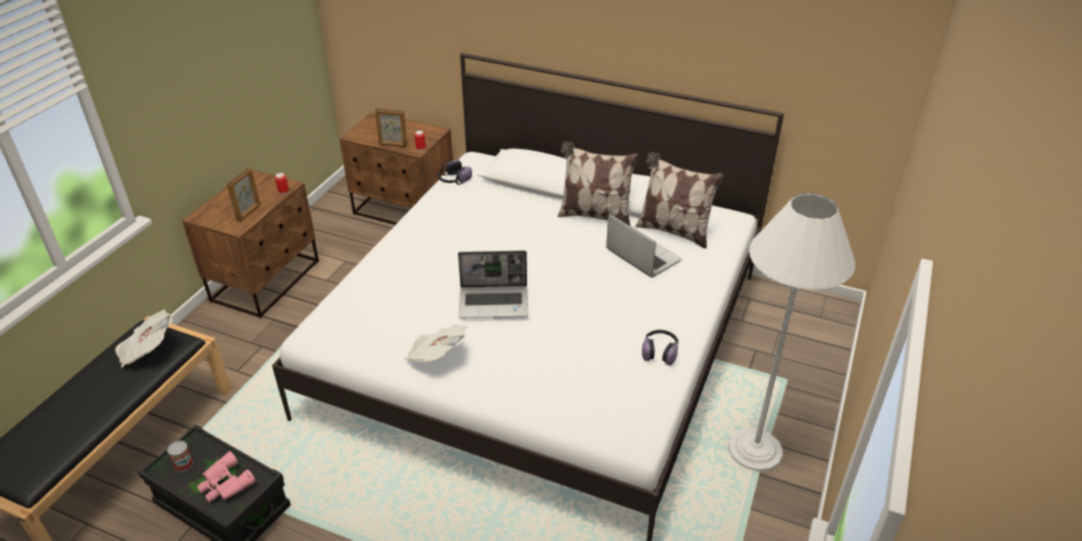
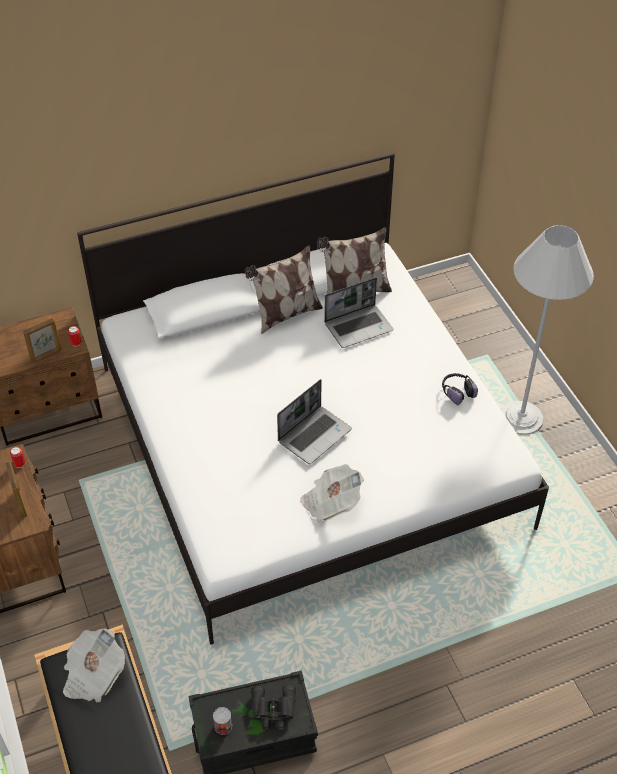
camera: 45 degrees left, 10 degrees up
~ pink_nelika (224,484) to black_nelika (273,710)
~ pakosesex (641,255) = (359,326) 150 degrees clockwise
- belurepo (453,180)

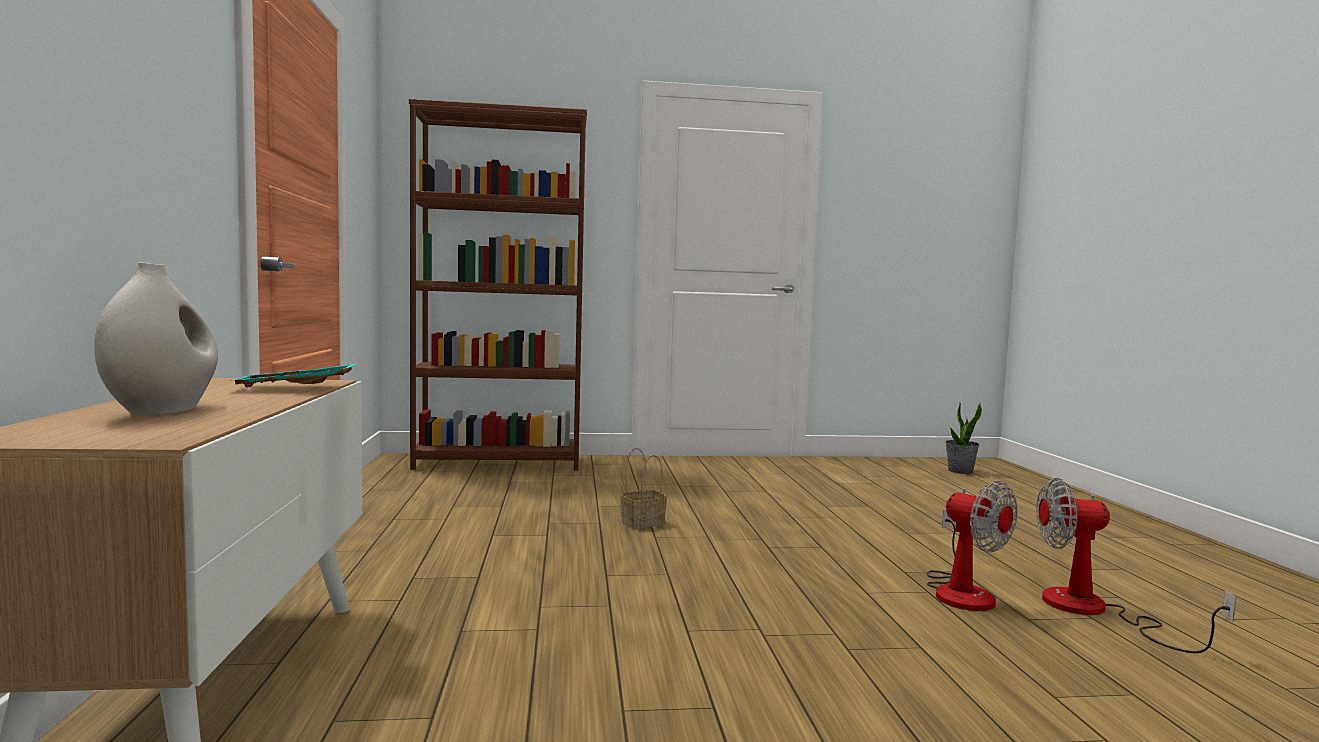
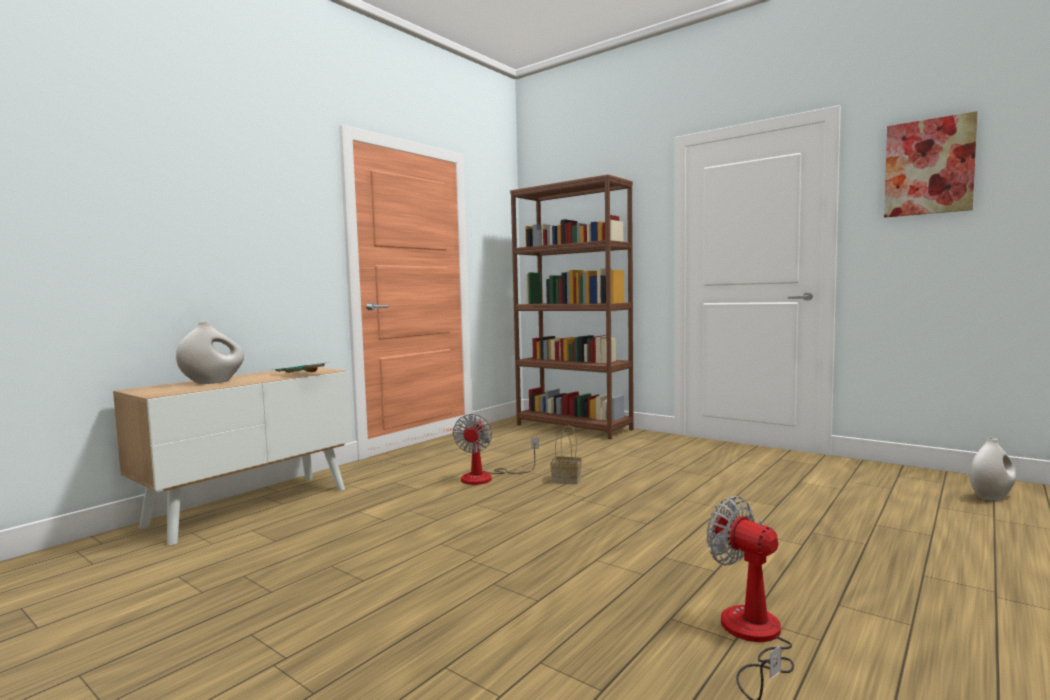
camera: 45 degrees right, 0 degrees up
~ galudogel (962,591) to (487,477)
+ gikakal (928,167)
~ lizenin (960,471) to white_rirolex (991,497)

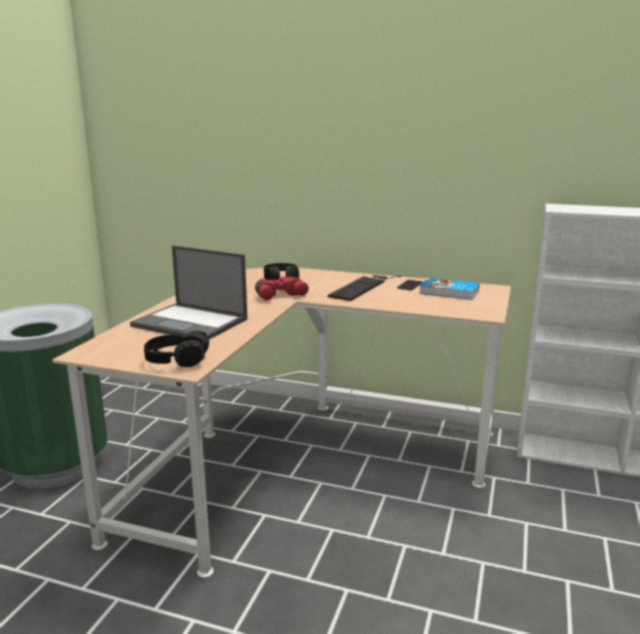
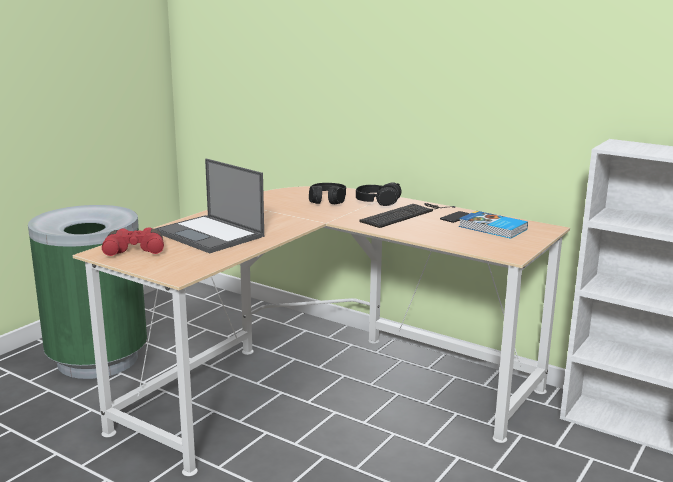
camera: 15 degrees right, 0 degrees up
~ red_nelika (278,295) to (135,249)
~ black_belurepo (177,360) to (377,202)

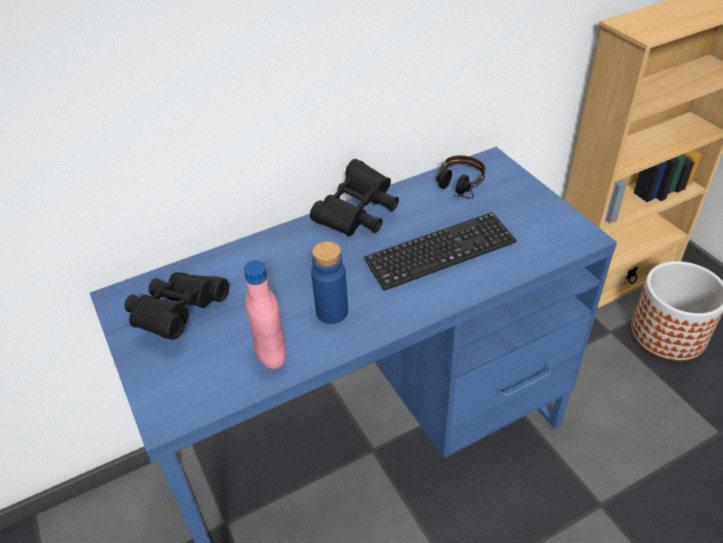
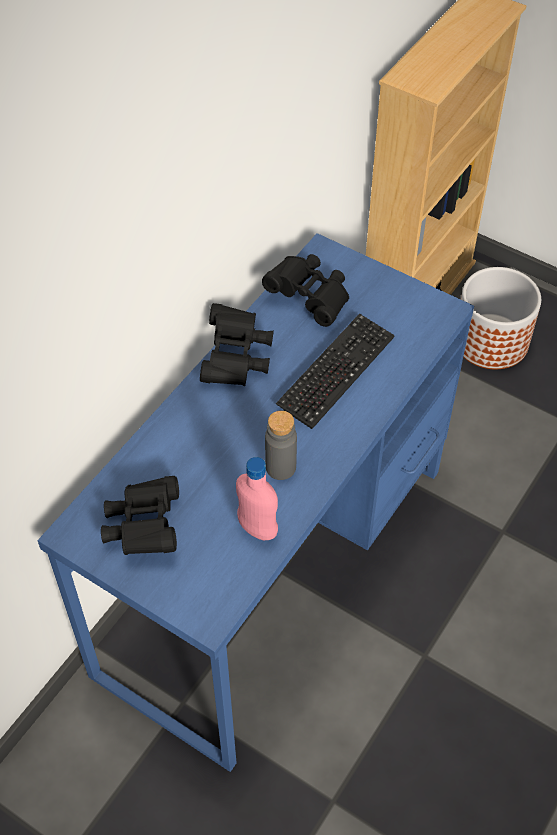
camera: 30 degrees left, 10 degrees up
~ belurepo (457,189) to black_nelika (310,297)
~ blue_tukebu (332,312) to grey_tukebu (280,467)

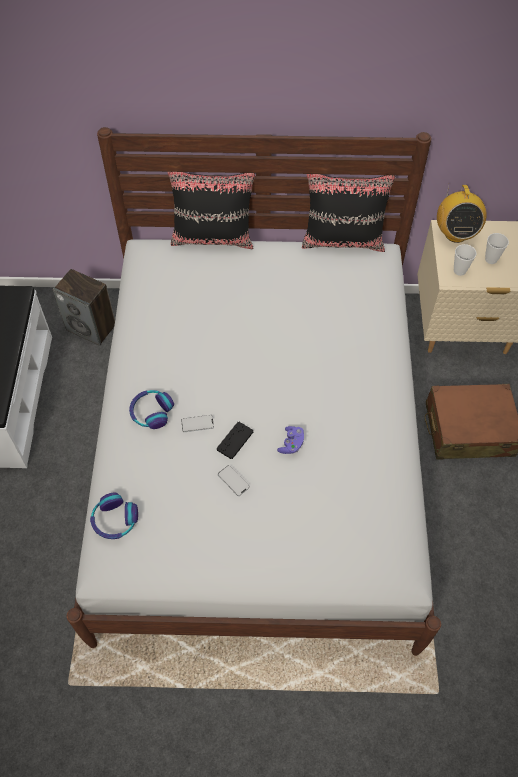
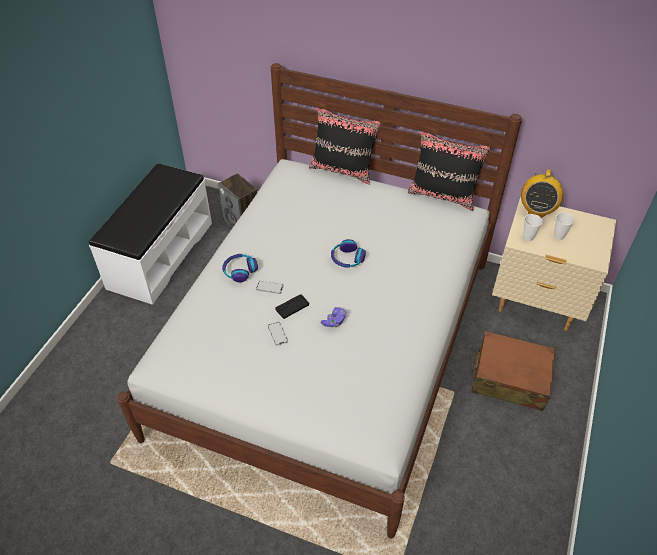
camera: 20 degrees right, 10 degrees down
~ belurepo (114,520) to (347,259)

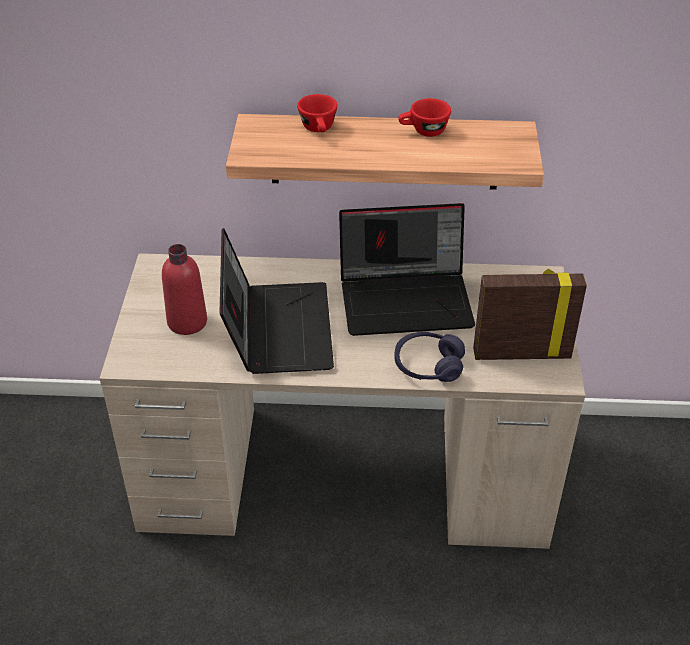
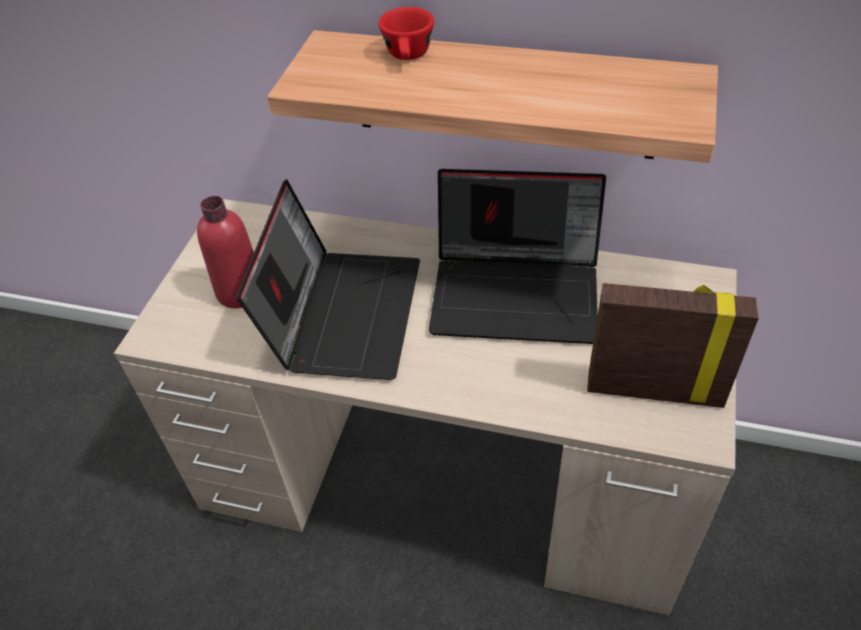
camera: 15 degrees right, 5 degrees up
- purple_belurepo (428,365)
- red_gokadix (423,131)

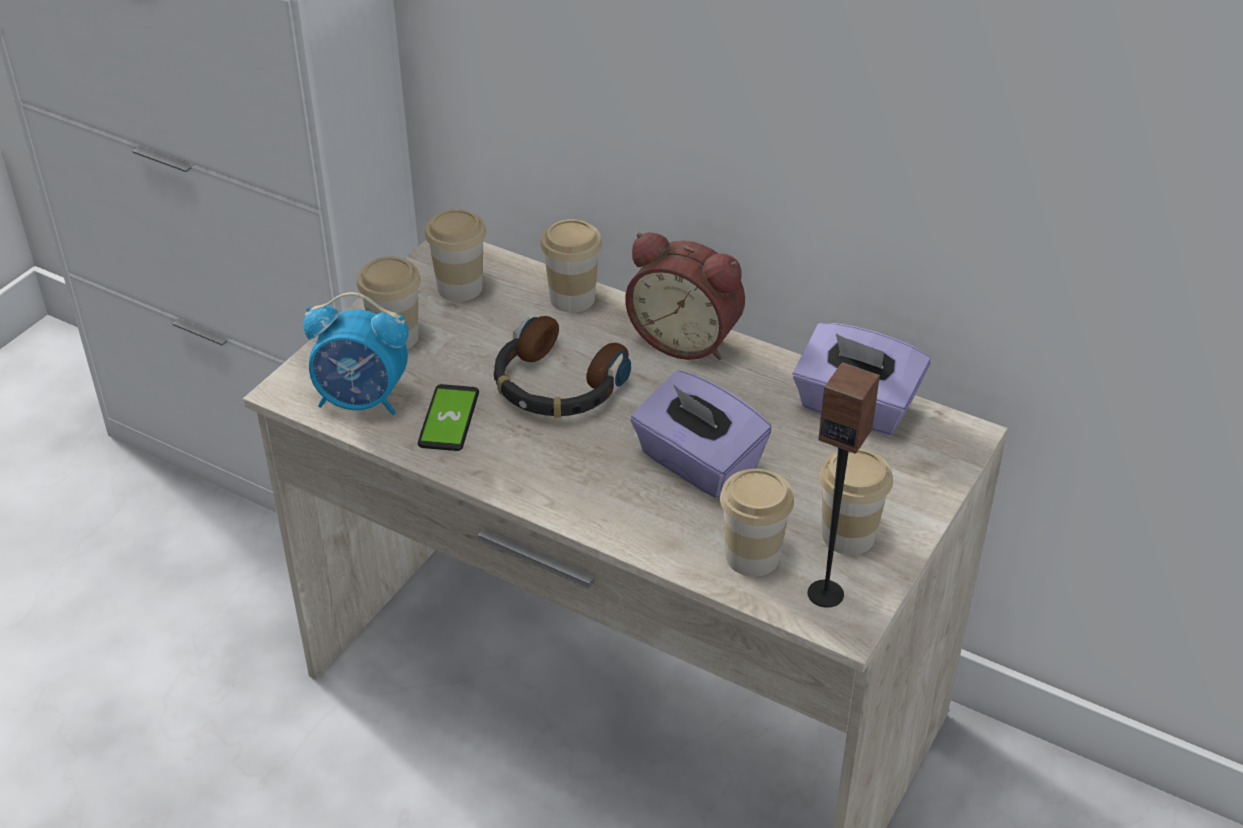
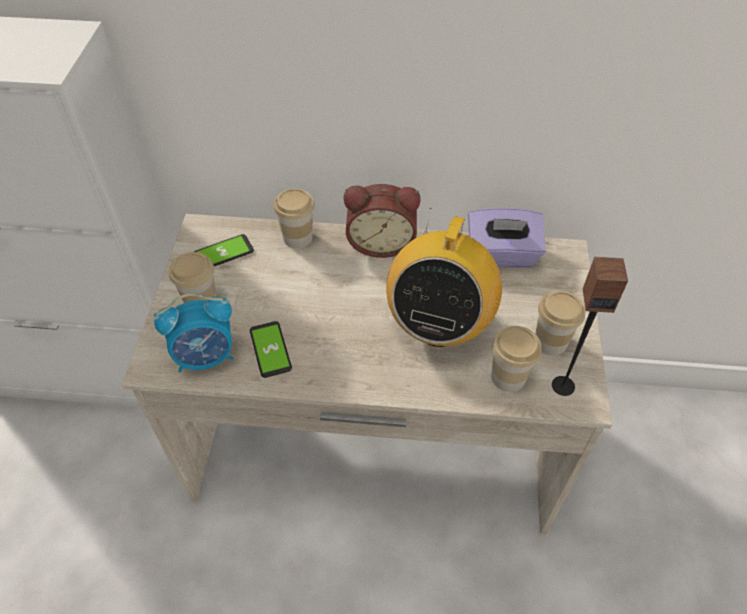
camera: 25 degrees left, 10 degrees up
~ gokadix (460,288) to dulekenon (223,253)
~ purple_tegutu (697,463) to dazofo (438,325)
- belurepo (556,385)

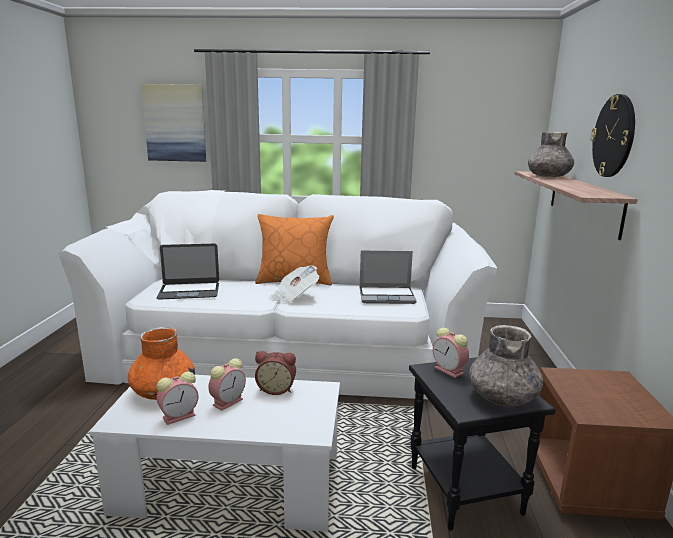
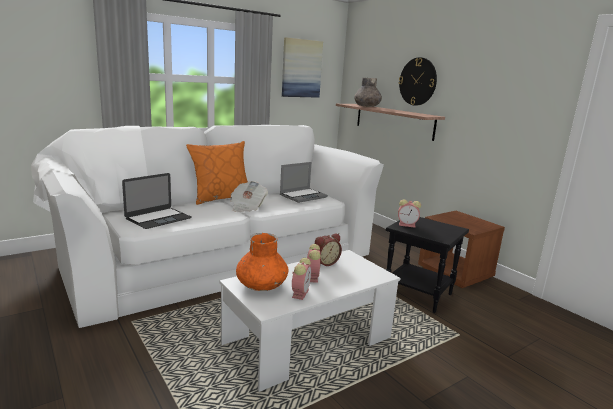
camera: 40 degrees left, 0 degrees up
~ gikakal (175,123) to (301,68)
- grey_rirolex (503,397)

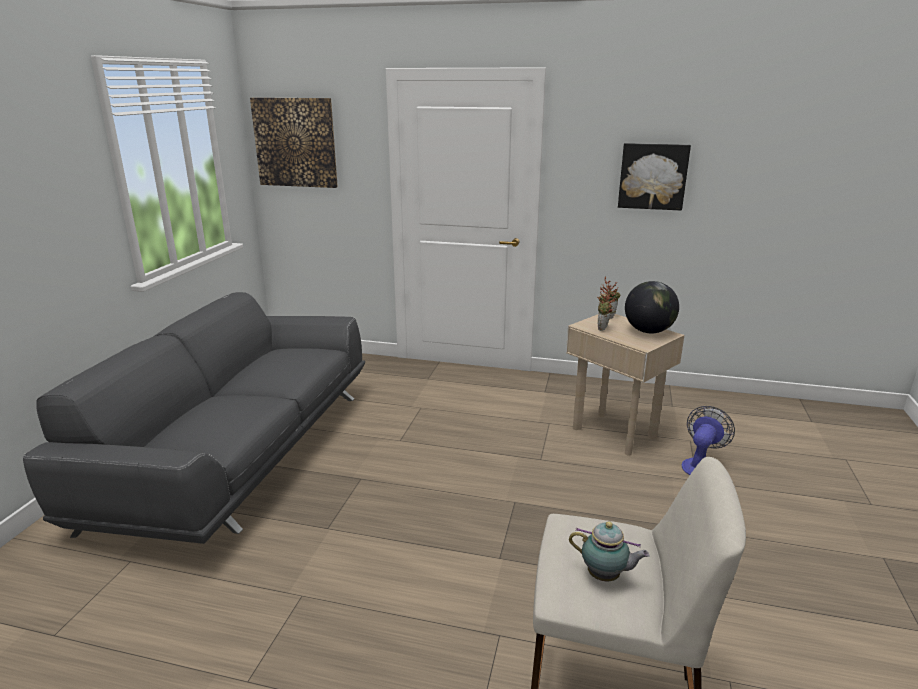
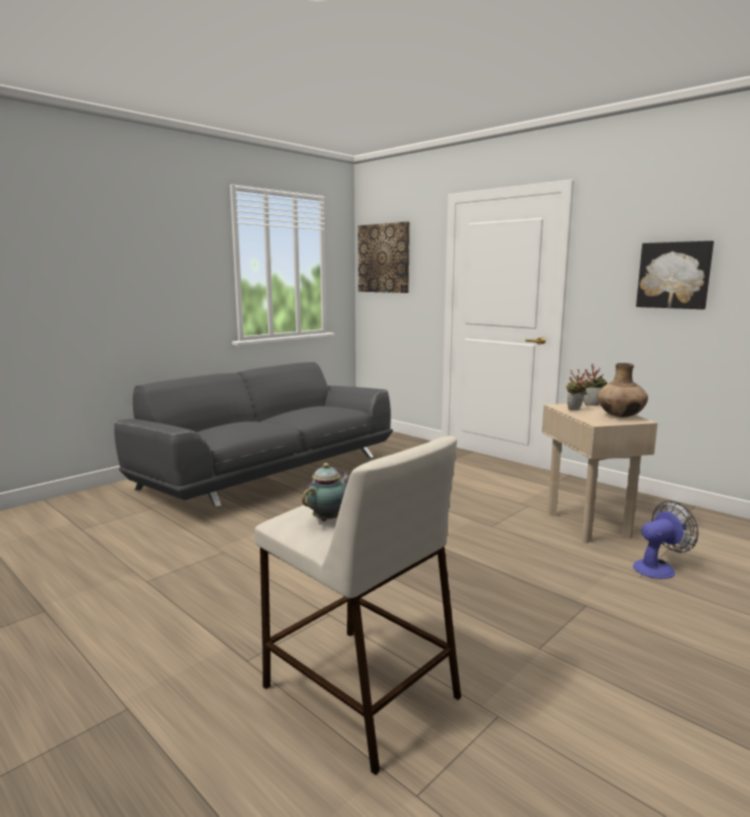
camera: 30 degrees right, 10 degrees down
~ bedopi (605,576) = (329,519) 105 degrees counterclockwise
~ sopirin (648,331) to brown_rirolex (620,416)

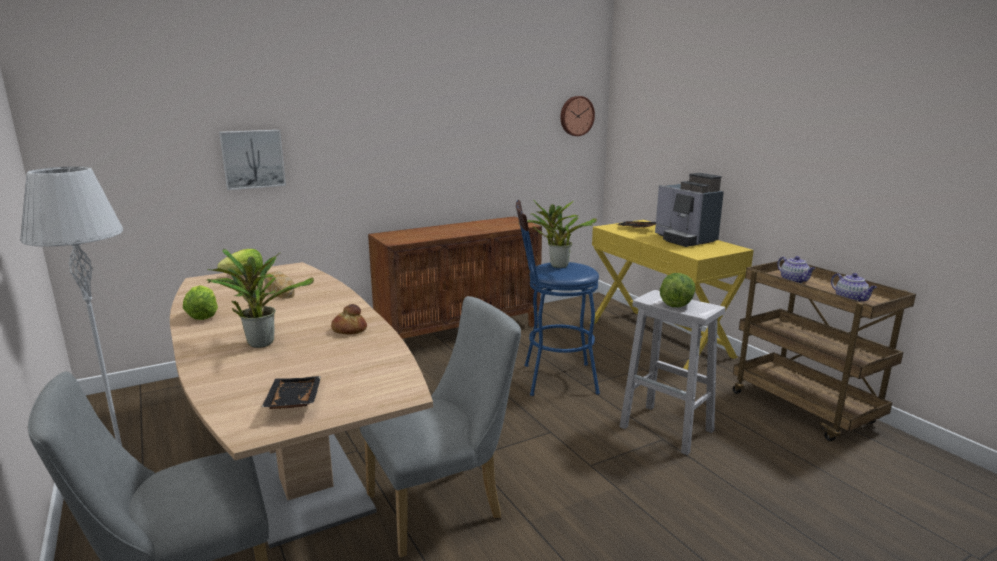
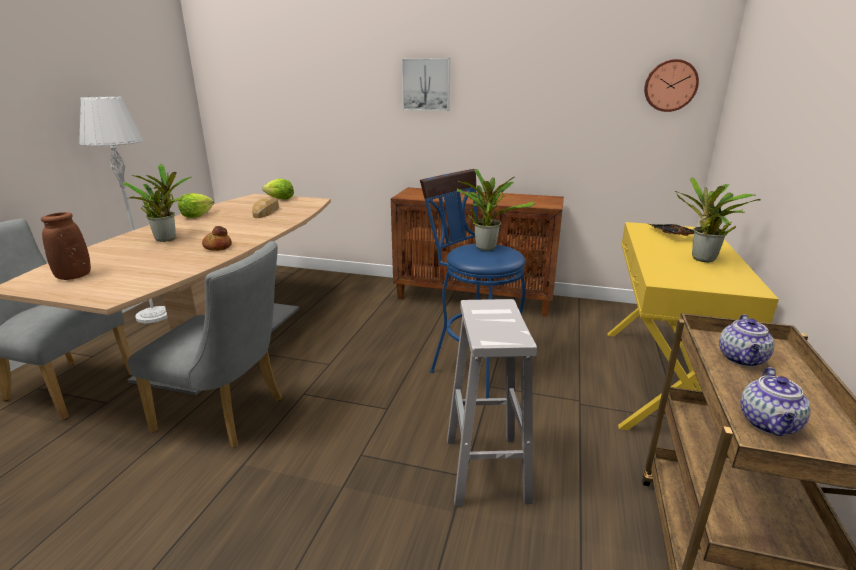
camera: 45 degrees right, 5 degrees up
~ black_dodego (292,401) to brown_rirolex (74,276)
~ gikakal (253,159) to (426,84)
~ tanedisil (684,239) to lizenin (702,260)
- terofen (676,304)

